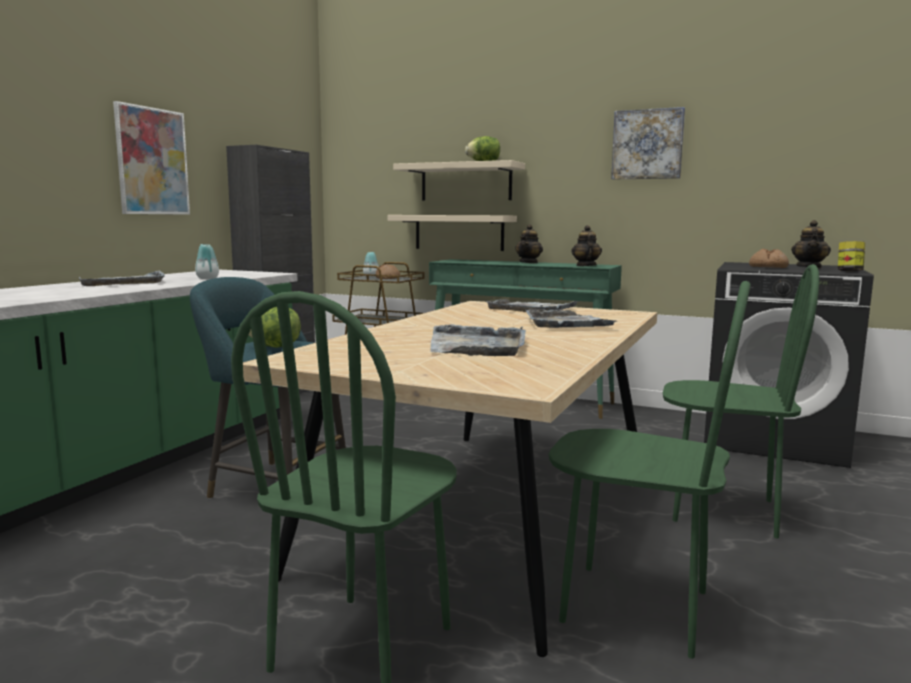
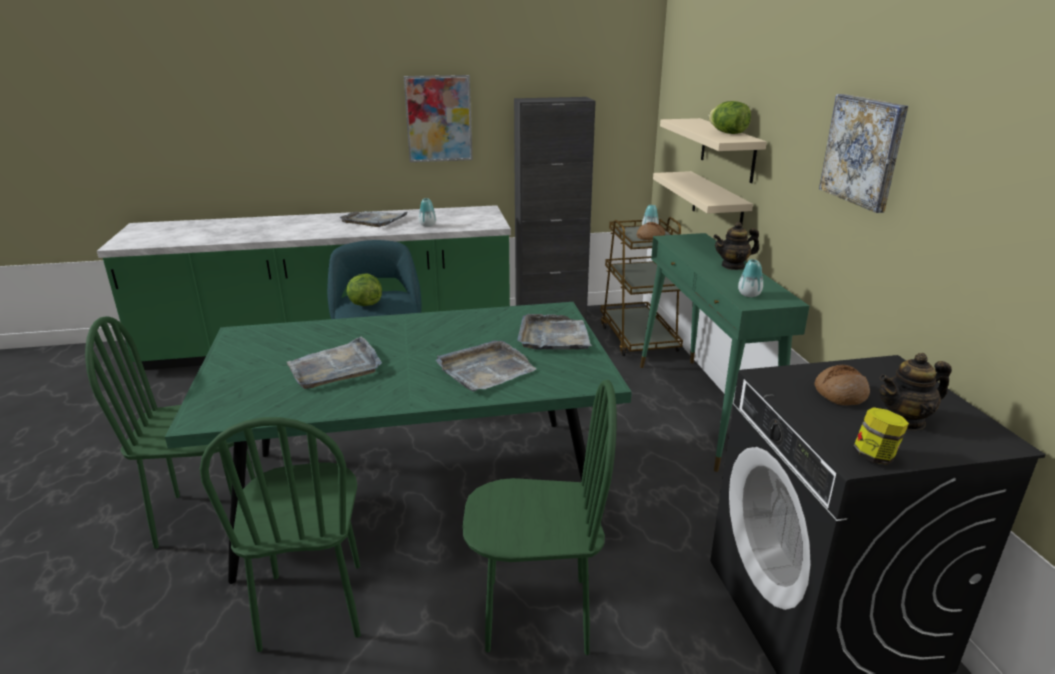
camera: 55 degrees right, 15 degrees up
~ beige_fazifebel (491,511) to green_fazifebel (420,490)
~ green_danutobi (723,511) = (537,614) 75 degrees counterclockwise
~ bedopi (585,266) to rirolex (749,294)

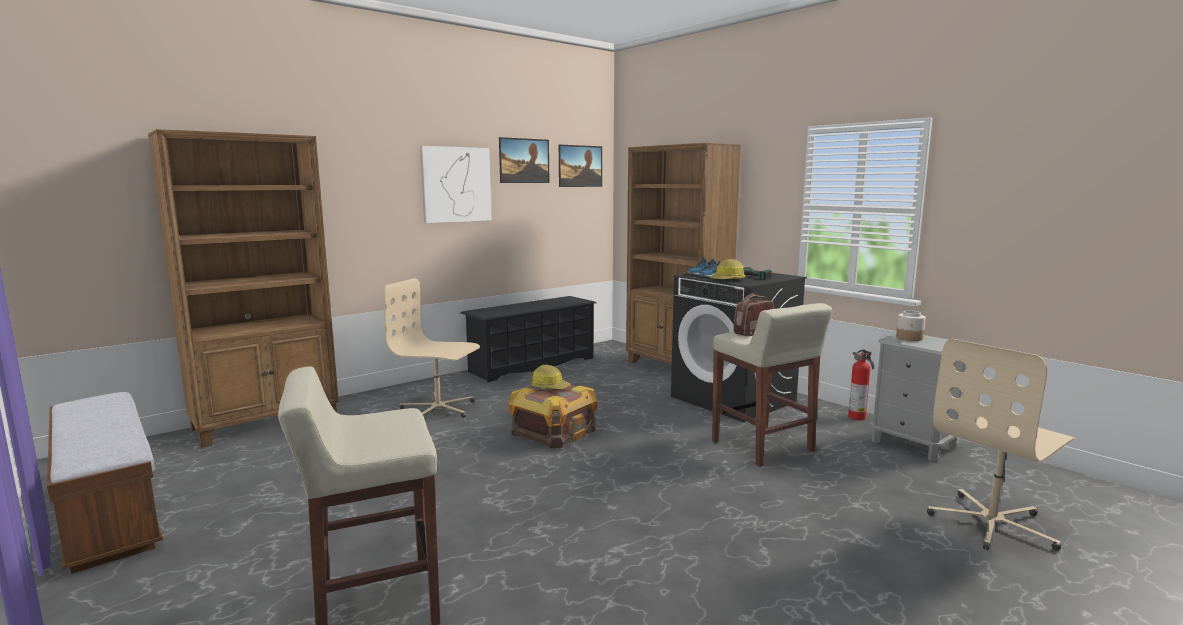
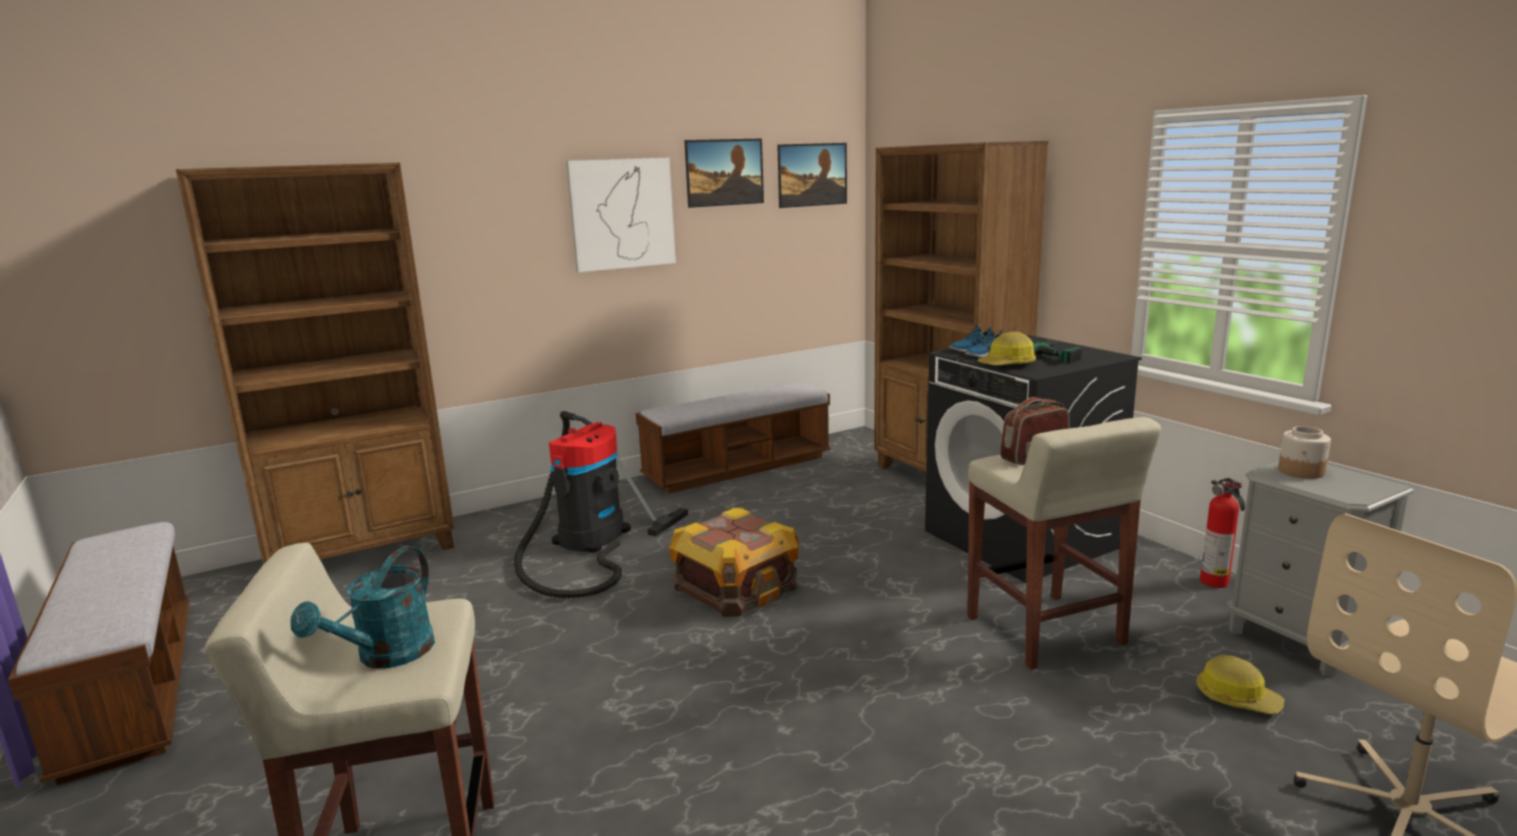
camera: 10 degrees right, 5 degrees up
+ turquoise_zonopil (386,656)
~ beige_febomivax (438,409) to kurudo (588,541)
~ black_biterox (532,364) to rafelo (738,468)
~ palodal (550,387) to (1236,698)

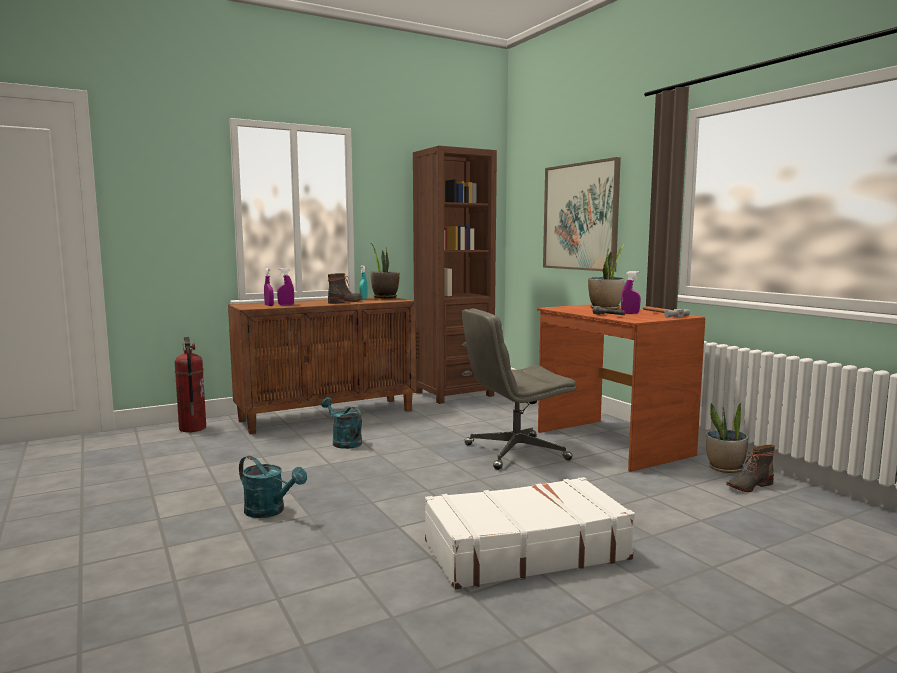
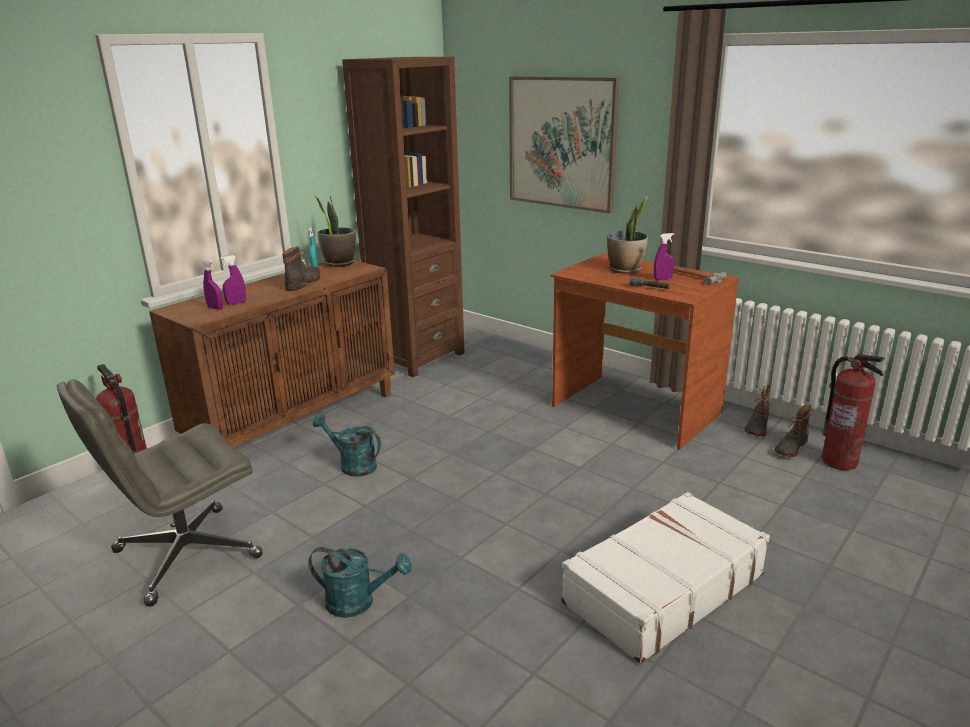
camera: 20 degrees left, 15 degrees up
~ grey_febomivax (515,452) to (185,555)
~ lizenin (725,468) to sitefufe (757,427)
+ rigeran (839,461)

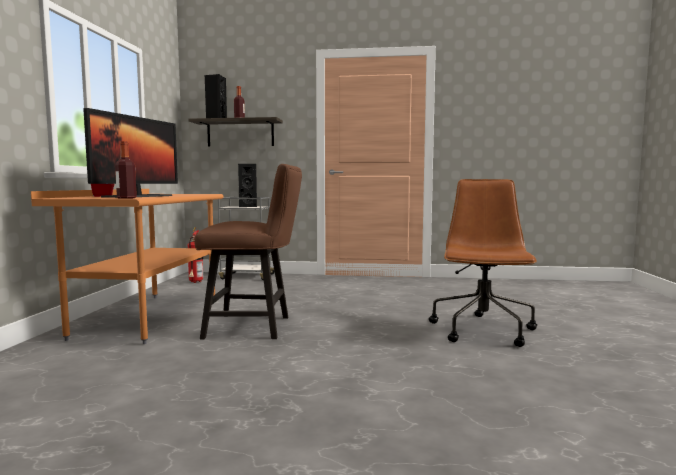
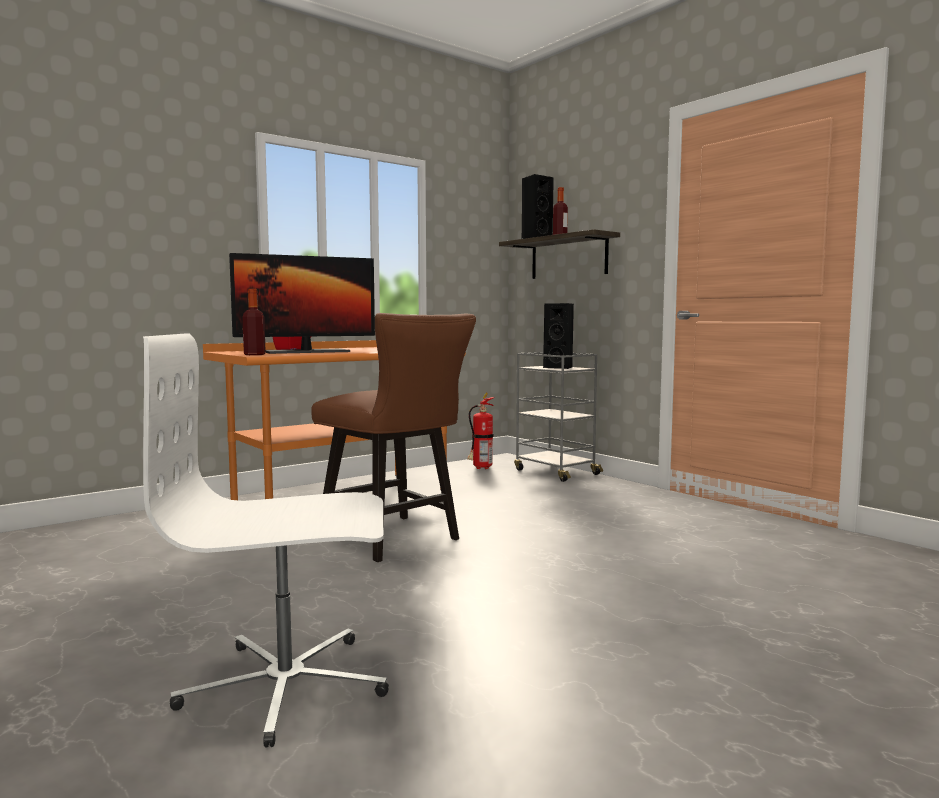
camera: 45 degrees right, 0 degrees up
+ white_febomivax (286,686)
- brown_febomivax (483,331)

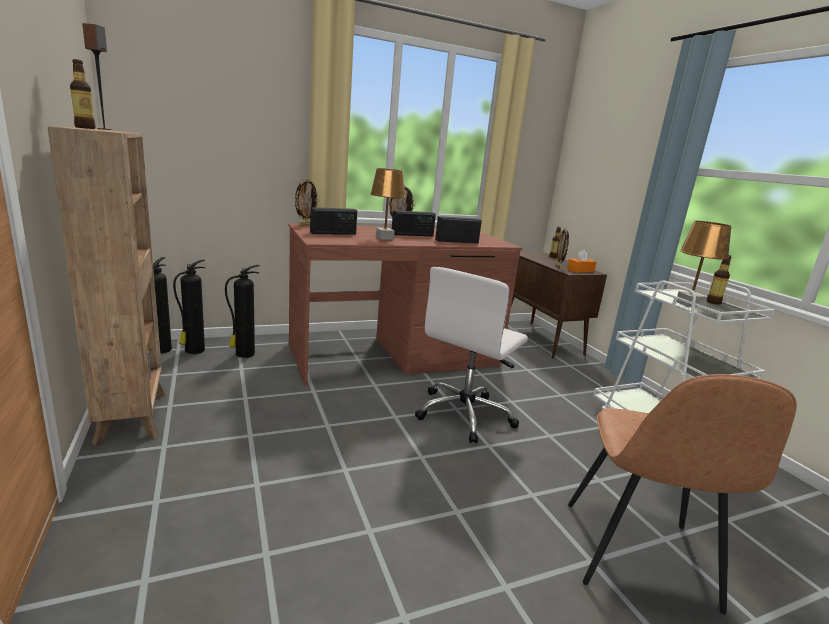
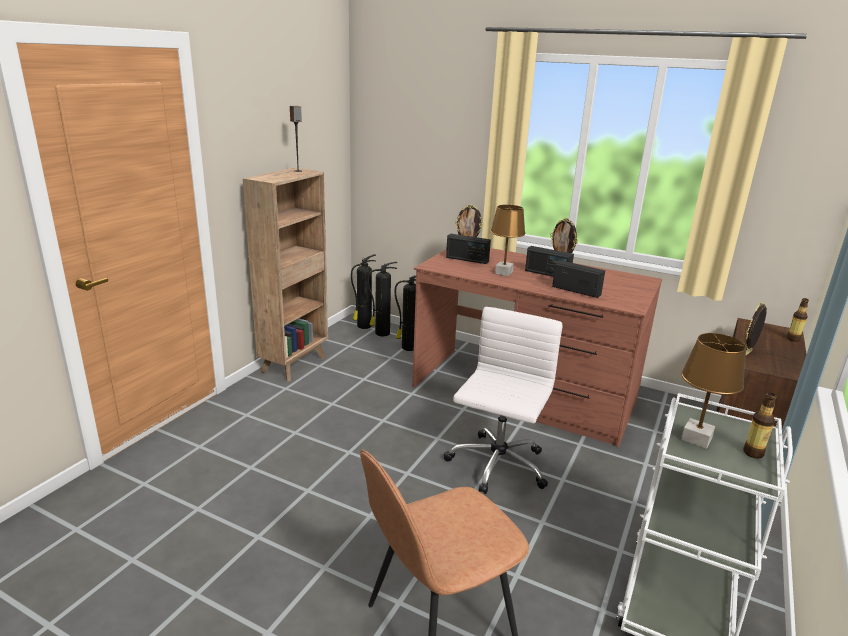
camera: 50 degrees right, 5 degrees up
~ white_febomivax (465,414) = (496,466) 120 degrees clockwise
- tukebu (85,128)
- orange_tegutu (580,270)

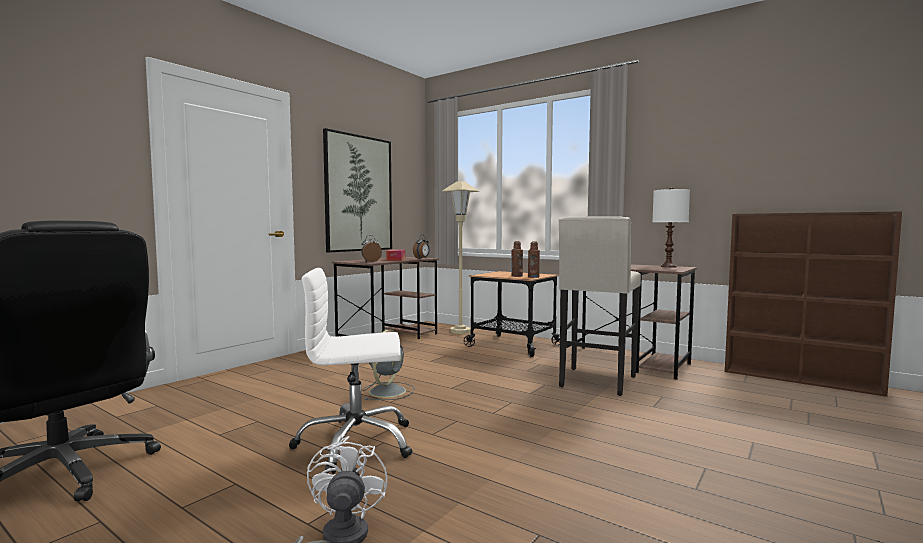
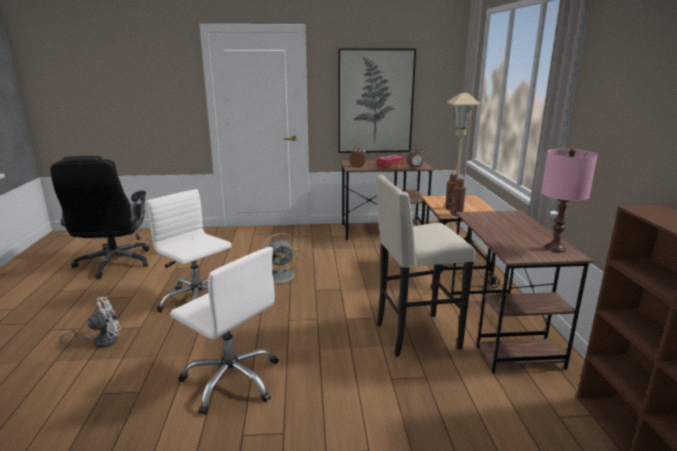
camera: 50 degrees right, 15 degrees up
+ white_febomivax (232,379)
~ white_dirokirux (668,266) to pink_dirokirux (554,248)

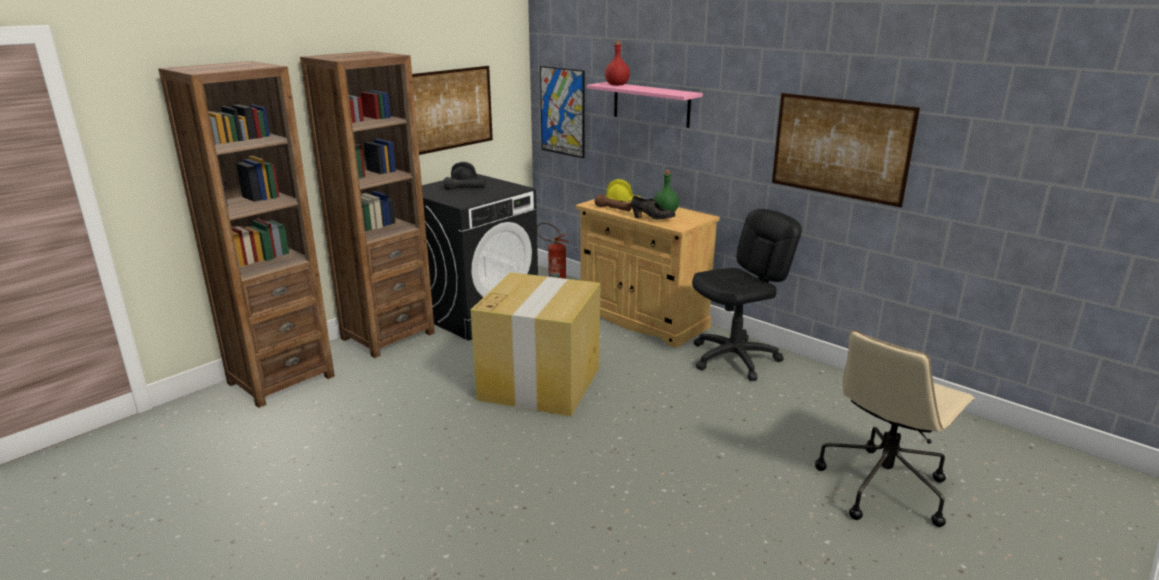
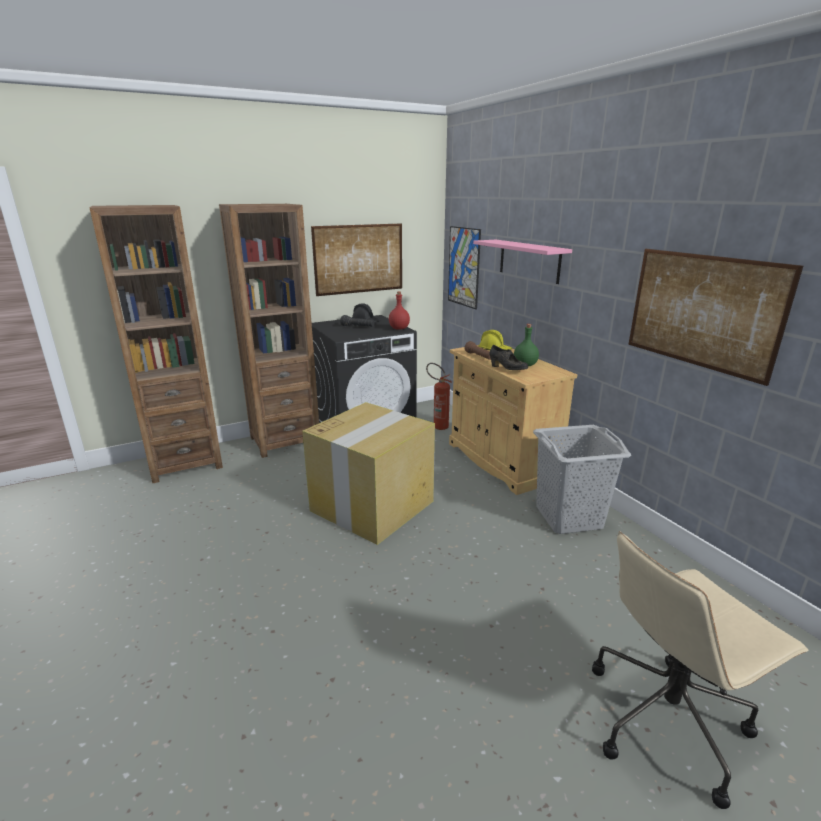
camera: 20 degrees right, 0 degrees up
~ red_tukebu (617,85) to (399,328)
~ black_febomivax (734,358) to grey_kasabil (569,517)

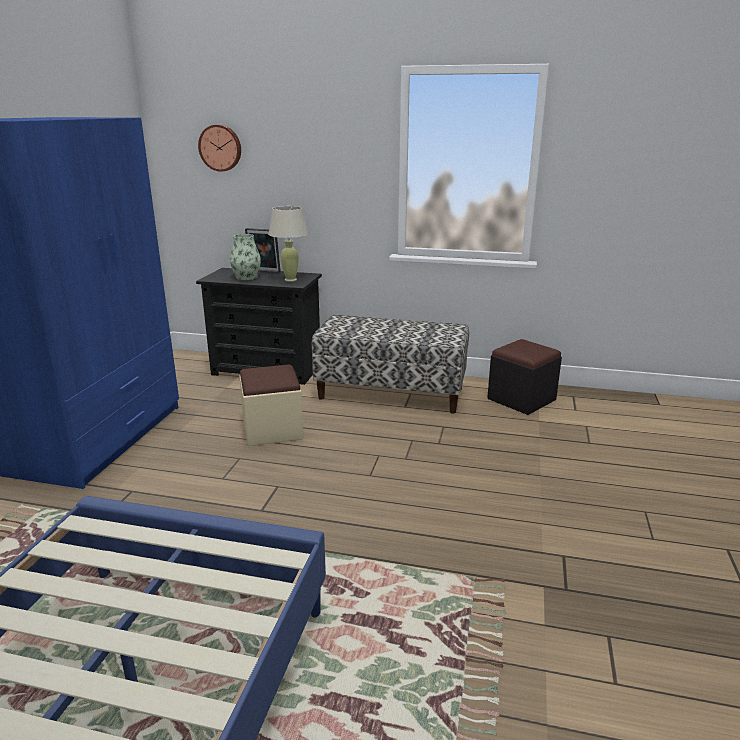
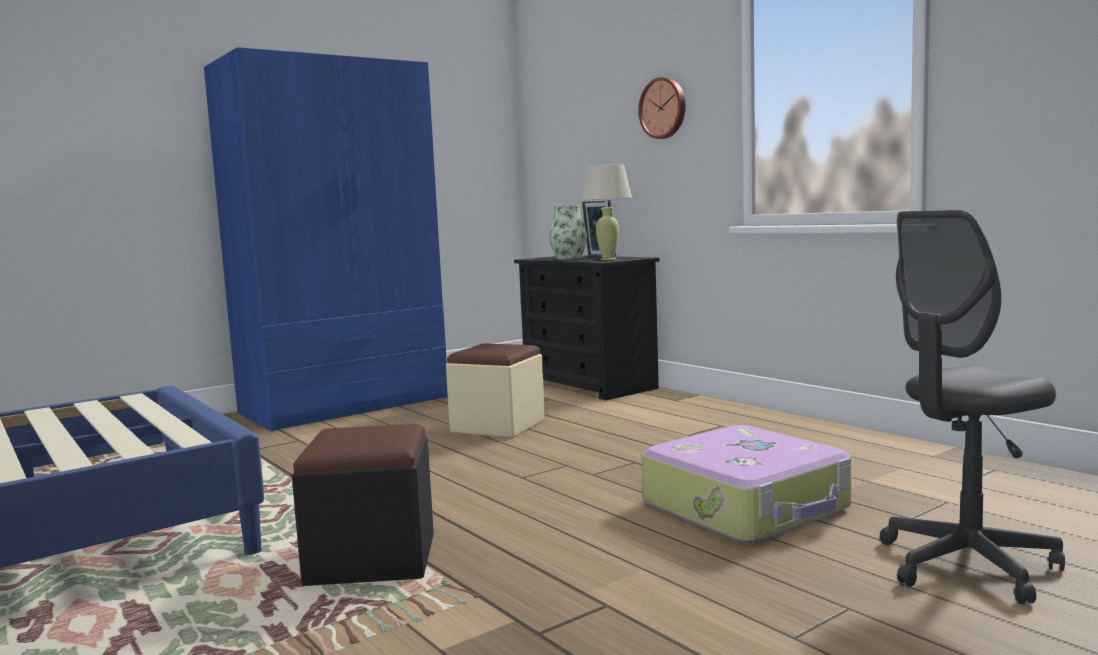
camera: 40 degrees right, 15 degrees down
~ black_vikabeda (521,399) to (372,559)
~ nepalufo (220,148) to (664,108)
+ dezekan (747,507)
+ grey_febomivax (966,566)
- rafelo (391,393)

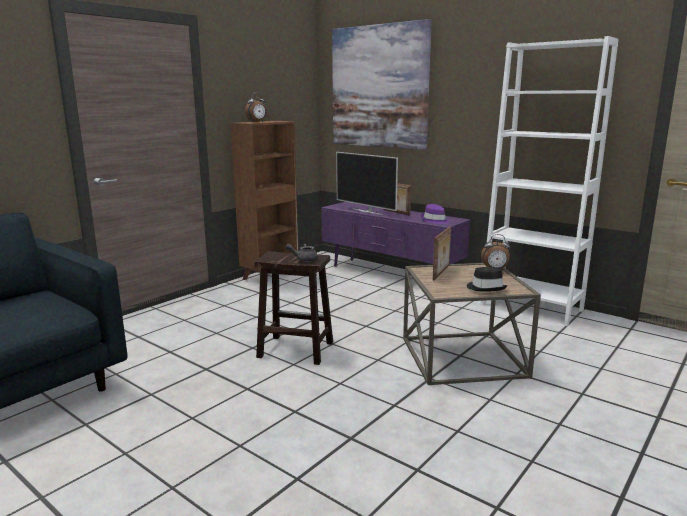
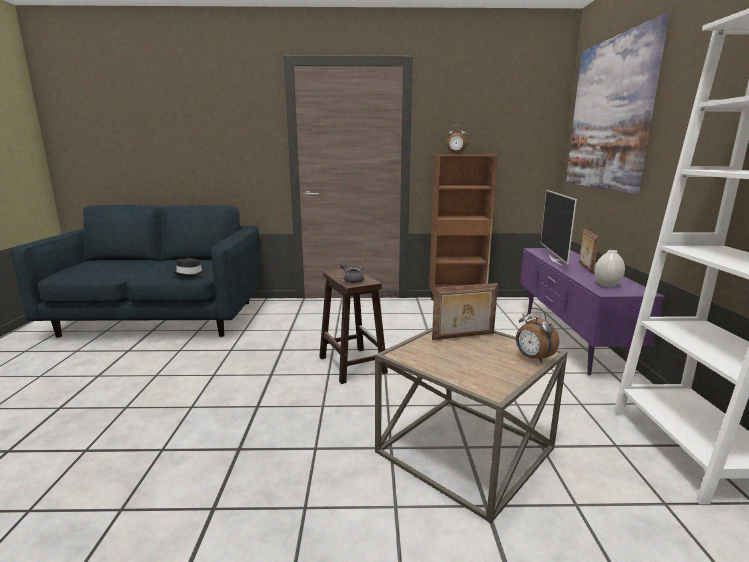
camera: 50 degrees right, 0 degrees up
~ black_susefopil (486,288) to (190,274)
~ purple_susefopil (434,220) to white_rirolex (606,285)

